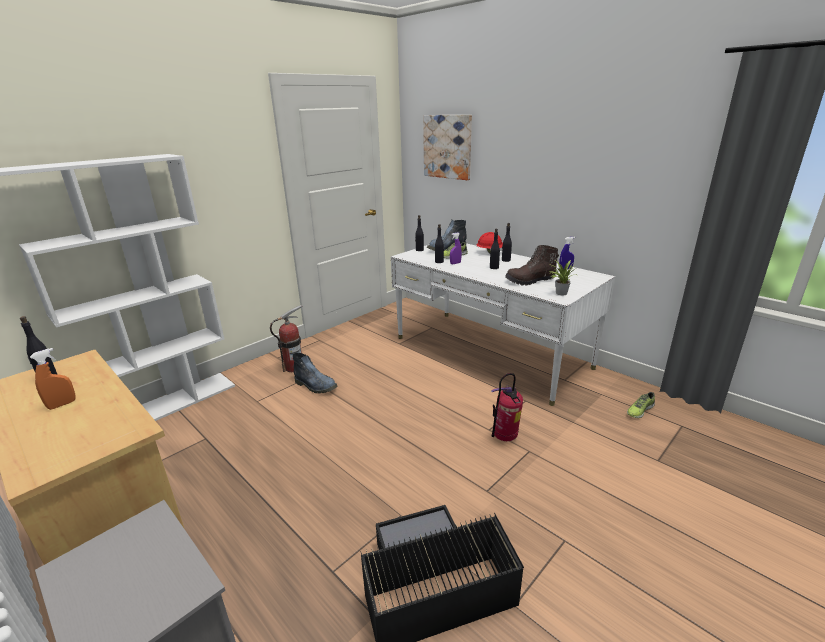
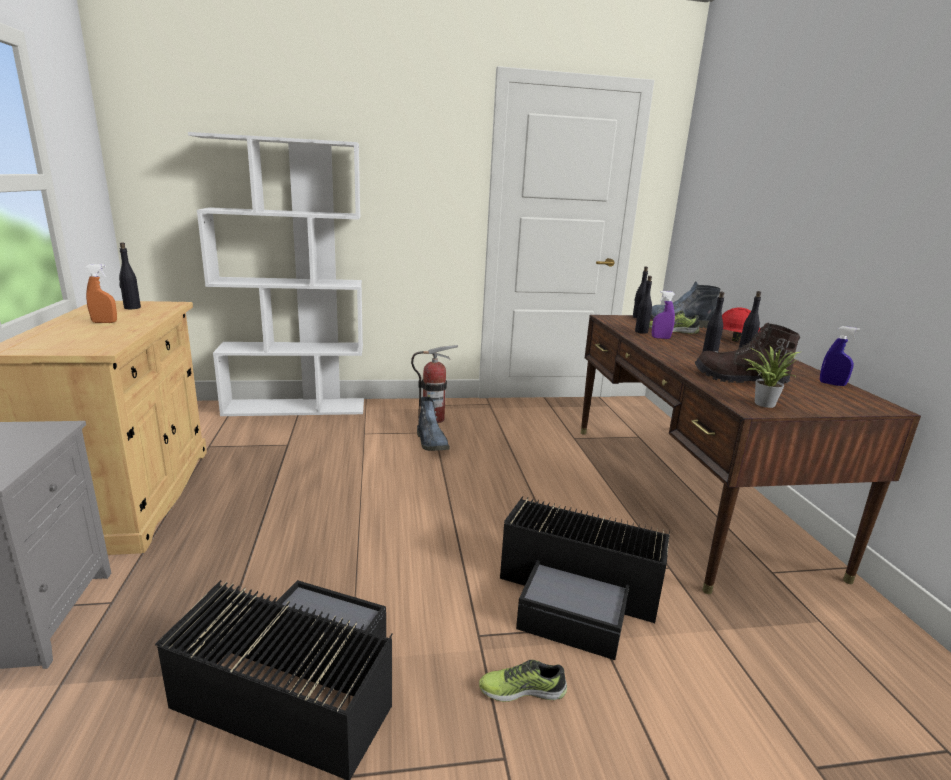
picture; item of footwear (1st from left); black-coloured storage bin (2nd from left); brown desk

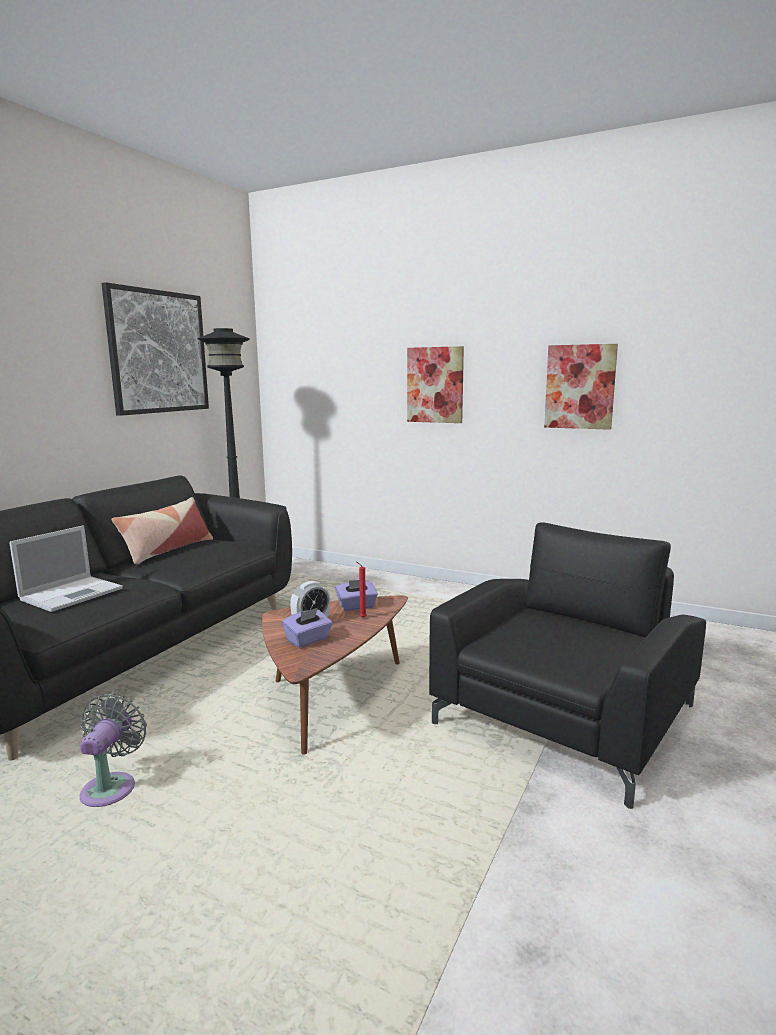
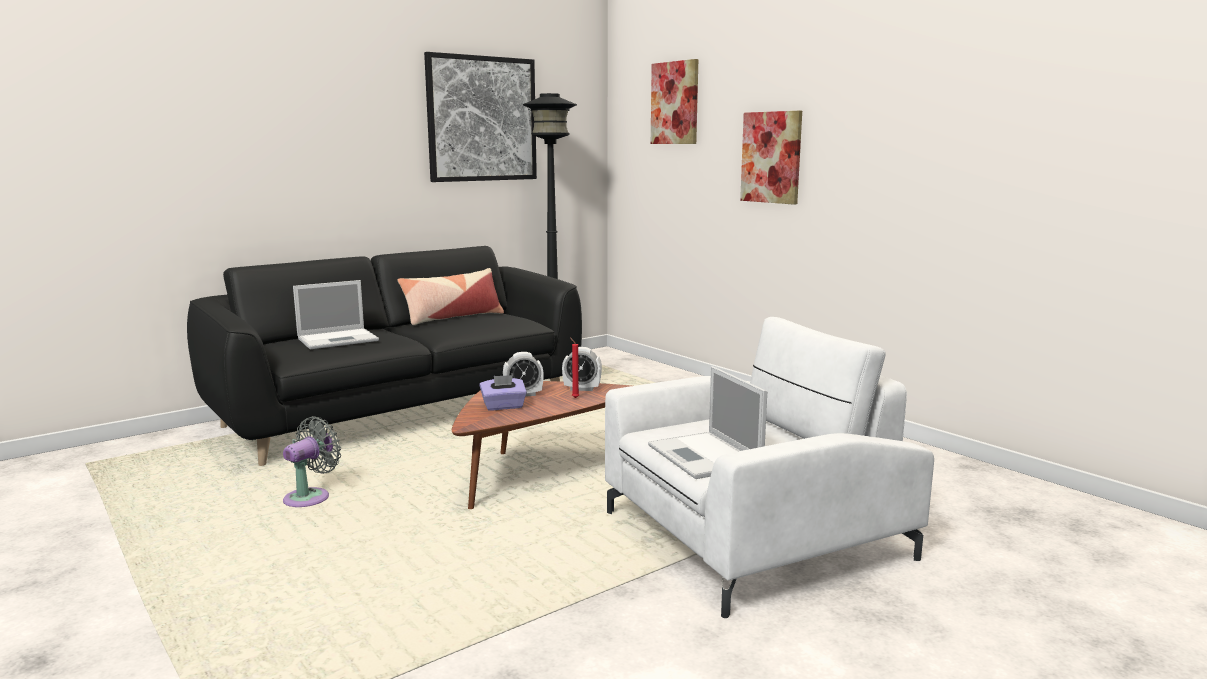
notebook computer (2nd from left); picture (2nd from left); table clock (2nd from left); white armchair

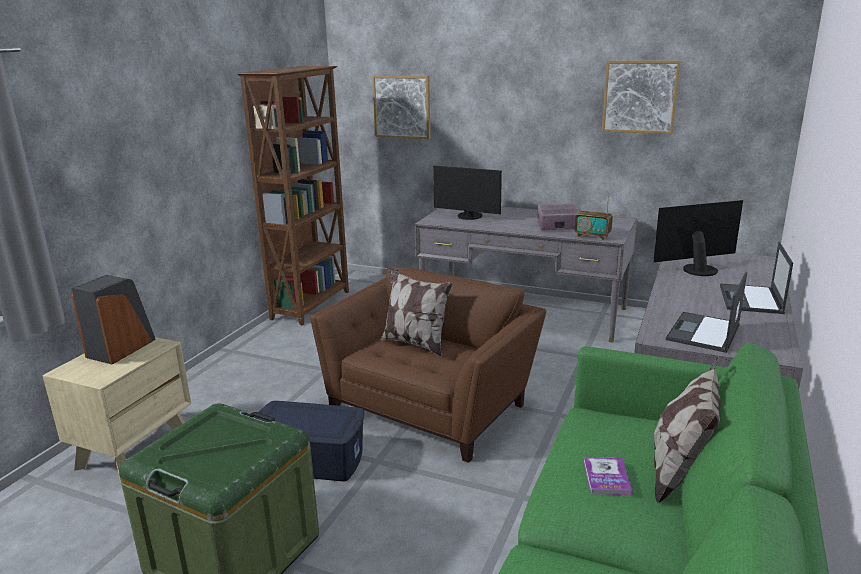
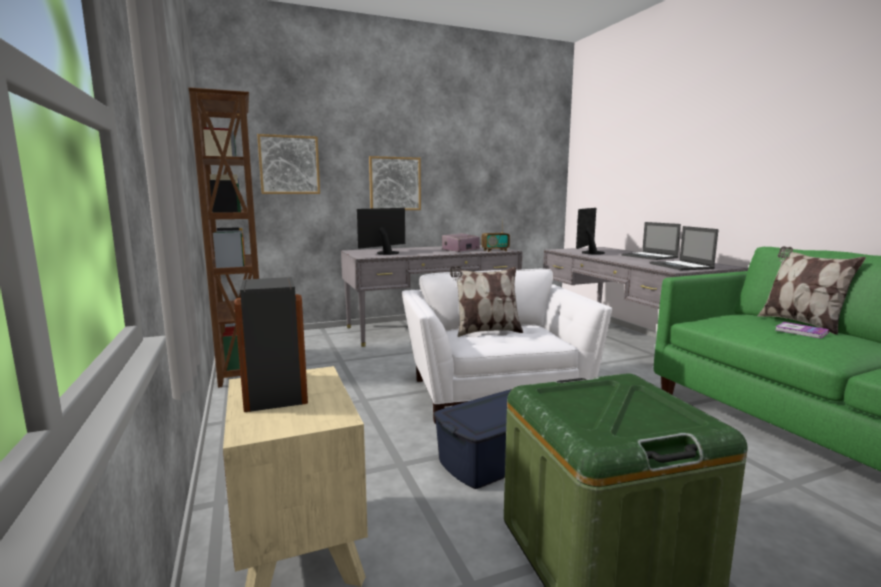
picture (2nd from left); white armchair; computer display (1st from left)

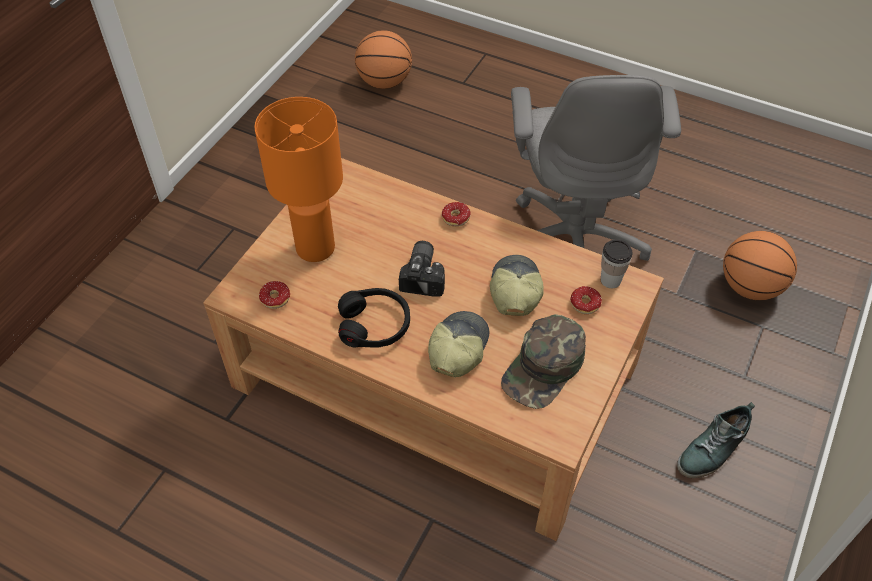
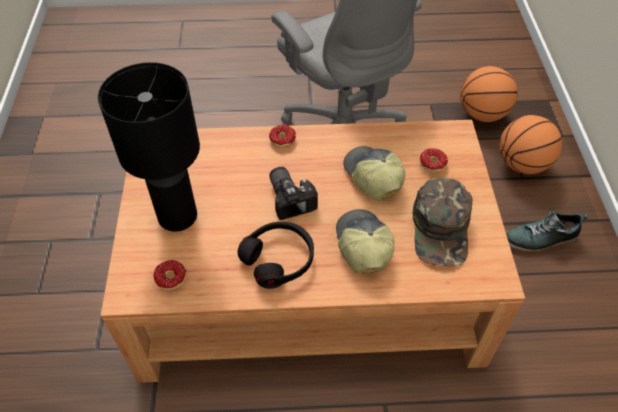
cup; basketball ball (2nd from left); black-coloured table lamp; item of footwear

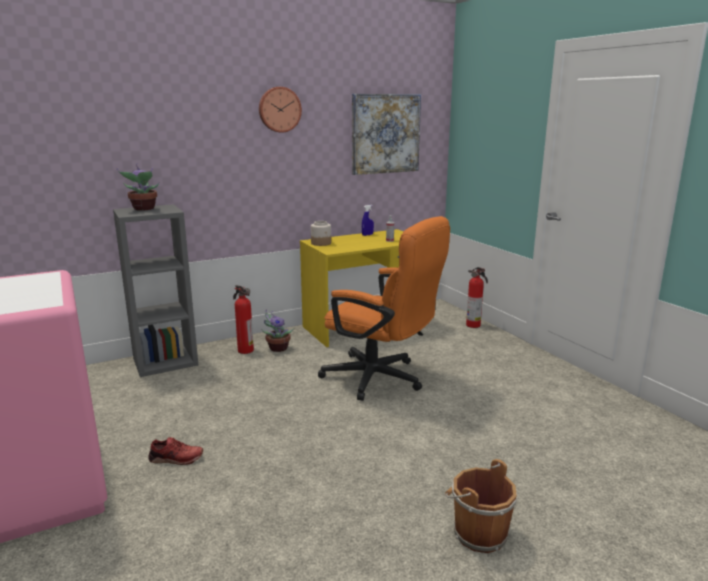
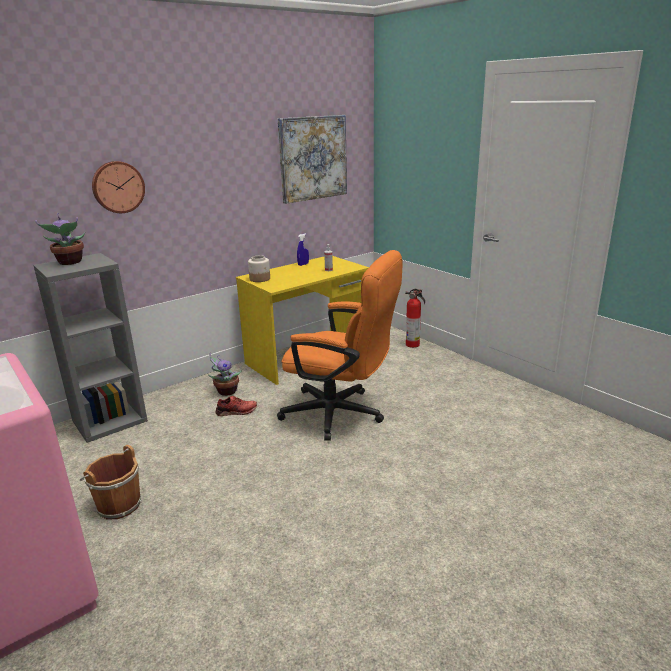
extinguisher (1st from left in the first image); red-coloured item of footwear; clock on the wall; brown water bucket

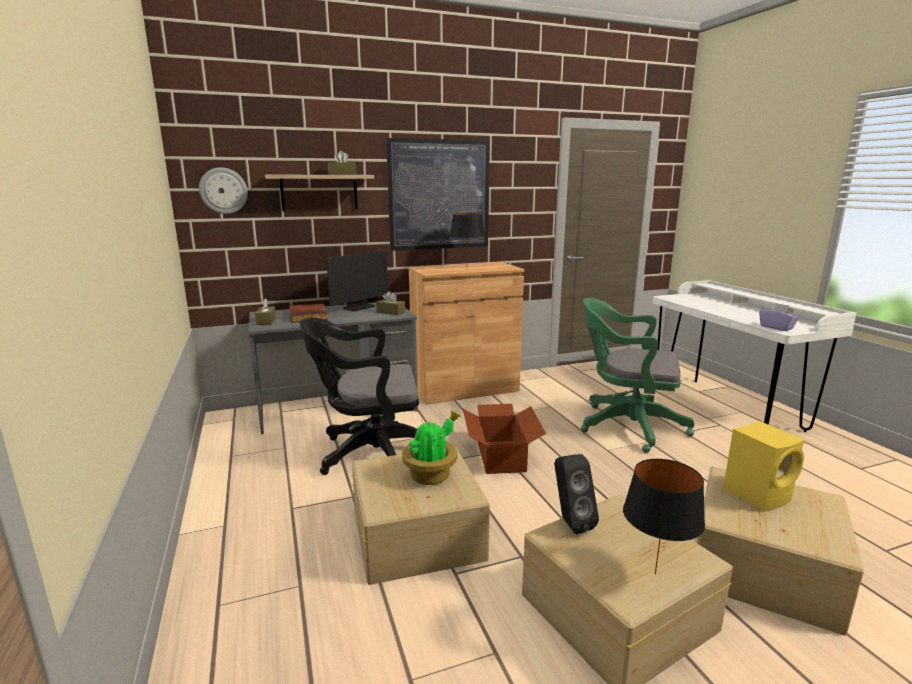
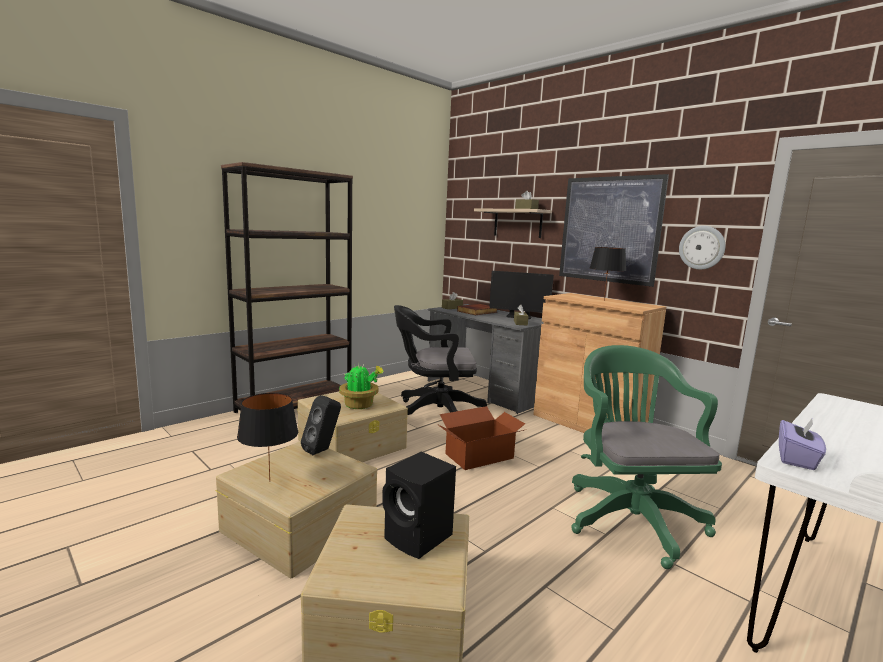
brown shelving unit; clock on the wall; black-coloured audio speaker (2nd from left); black-coloured computer chair

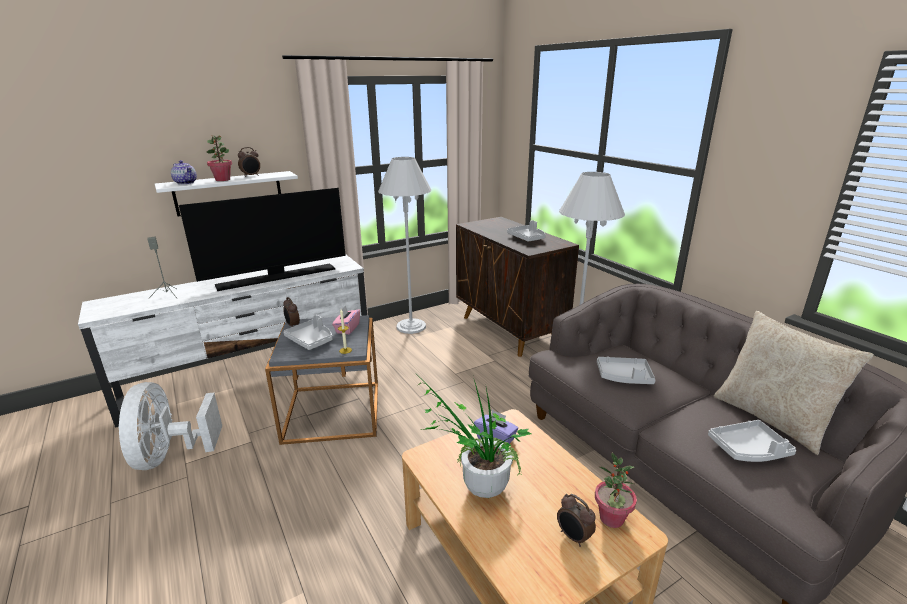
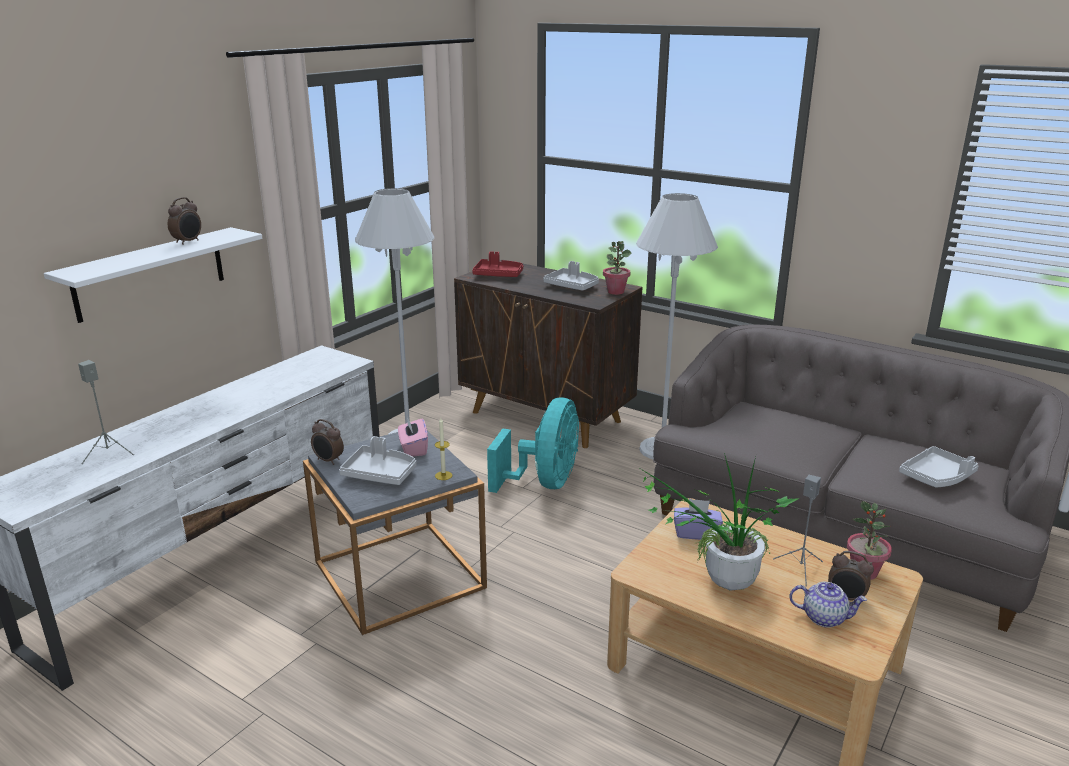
white cooling fan; TV; grey carrying tray (3rd from left in the first image); beige throw pillow; red-coloured carrying tray; blue-green cooling fan; grey audio speaker (2nd from left); pot for tea; houseplant (1st from left)

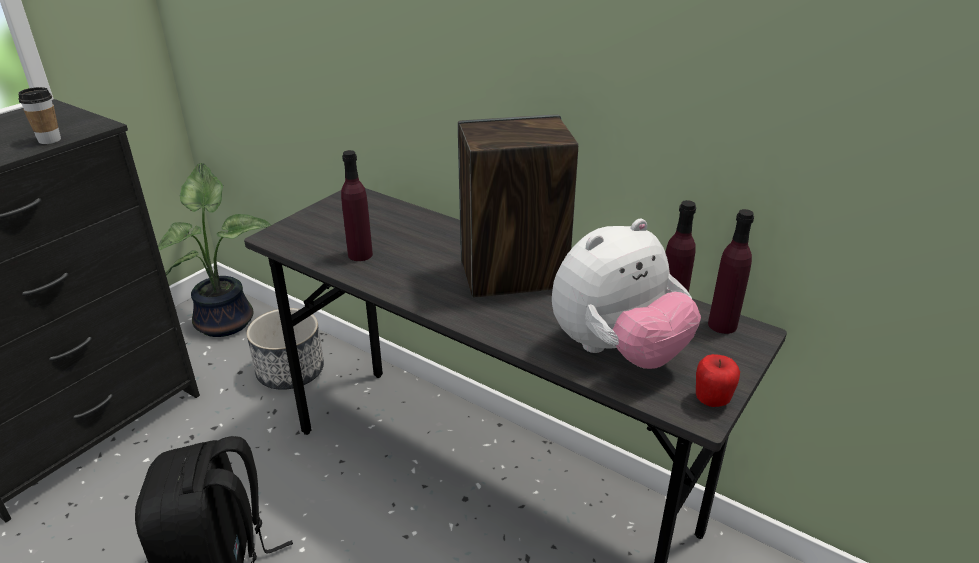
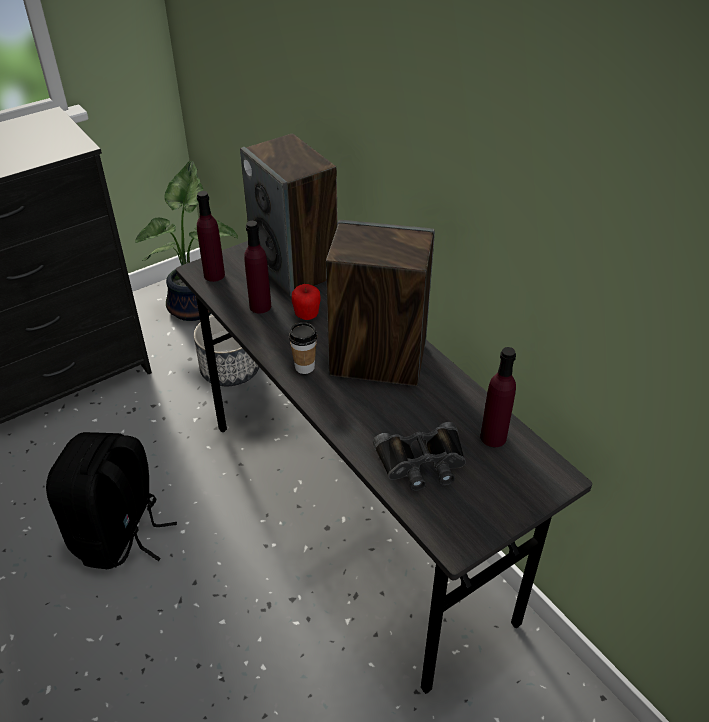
audio speaker (1st from left); cup; whole apple; purple beverage bottle (1st from left); black-coloured field glasses

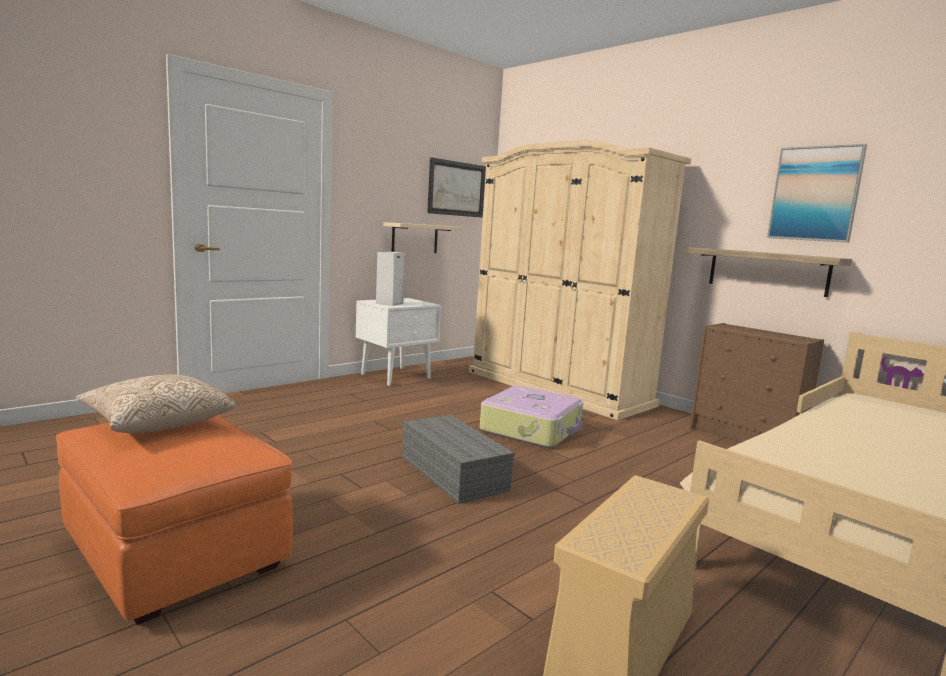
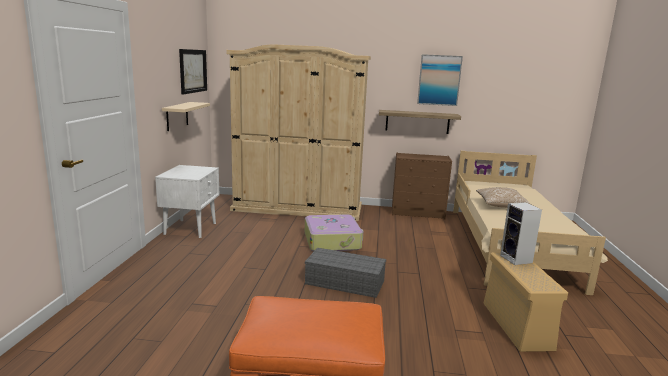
throw pillow; audio speaker

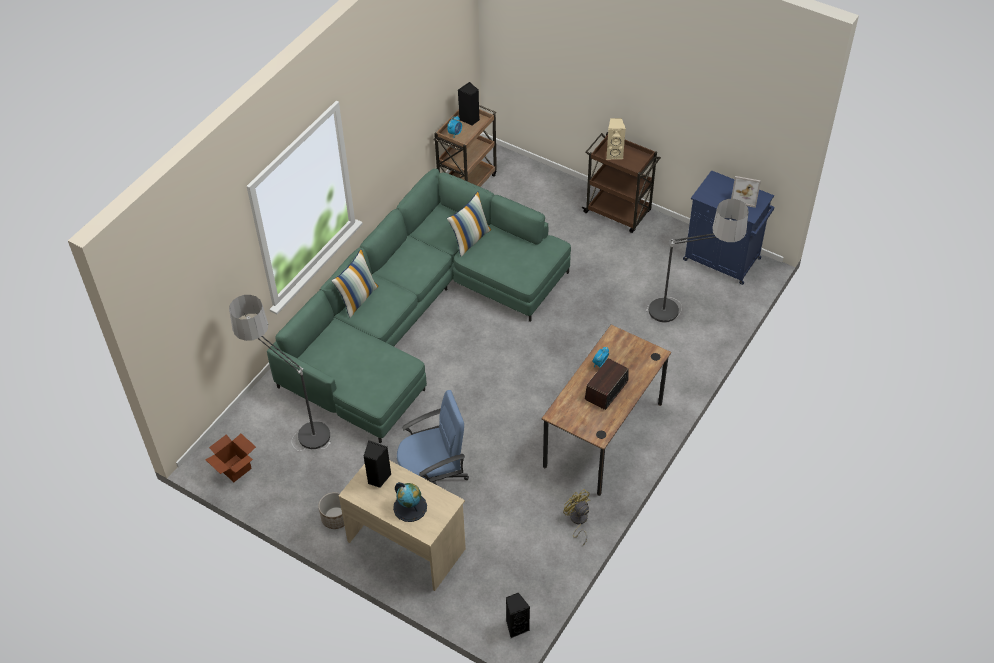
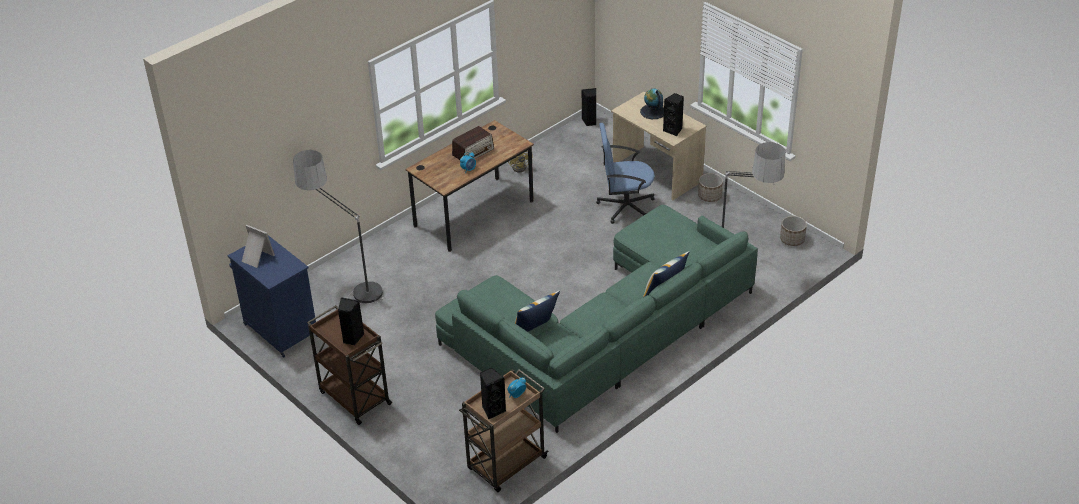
plant pot (2nd from left); black-coloured audio speaker (1st from left)

